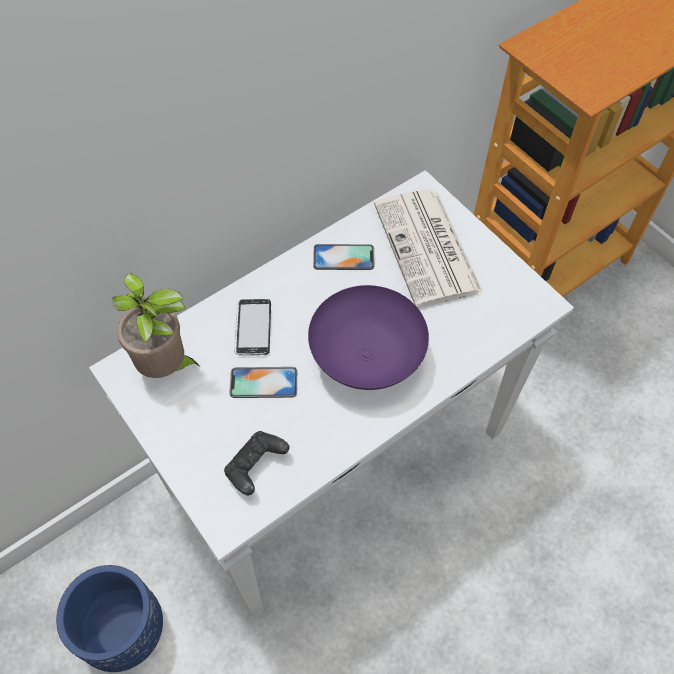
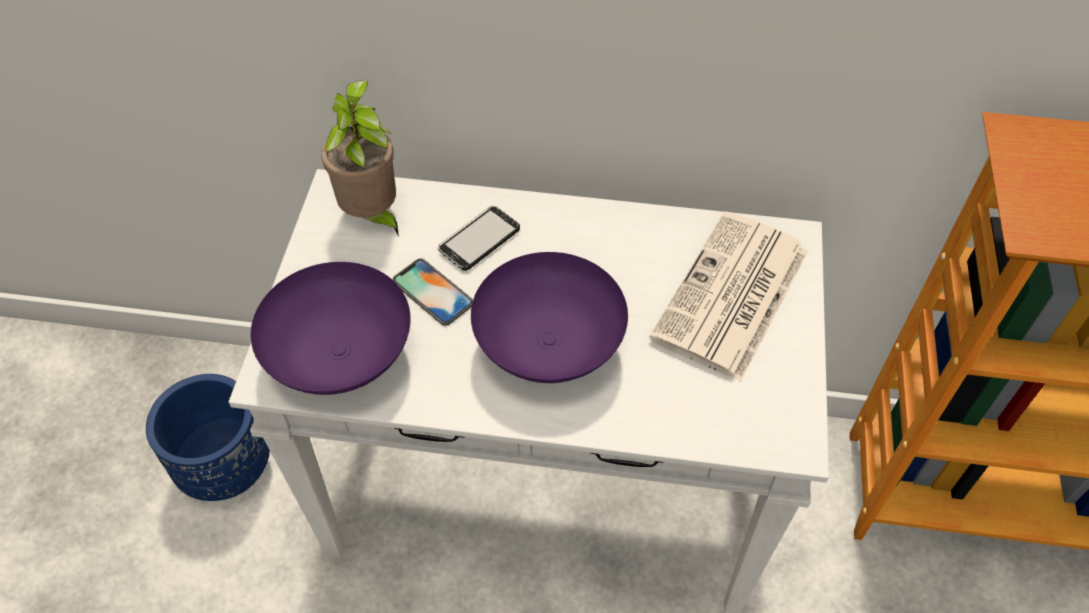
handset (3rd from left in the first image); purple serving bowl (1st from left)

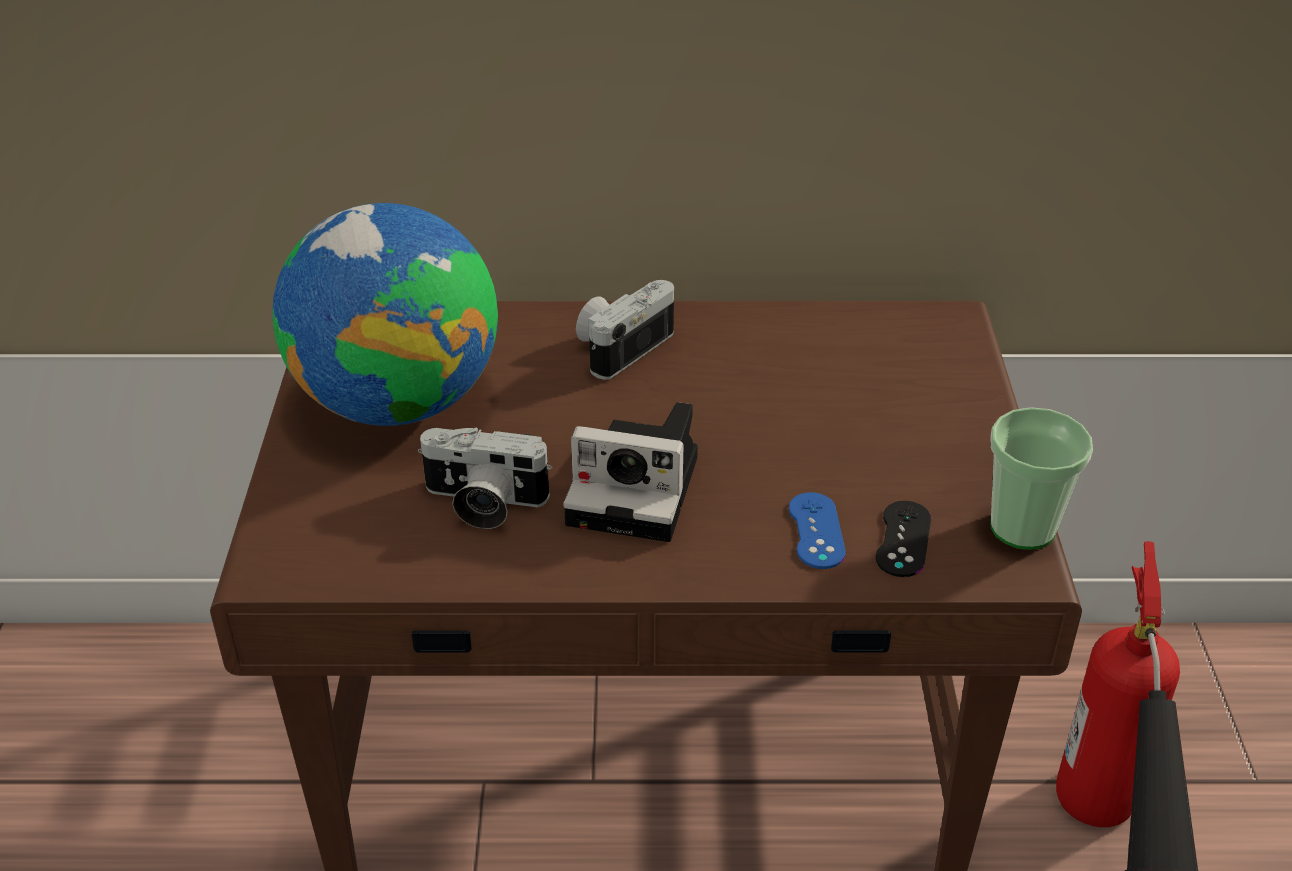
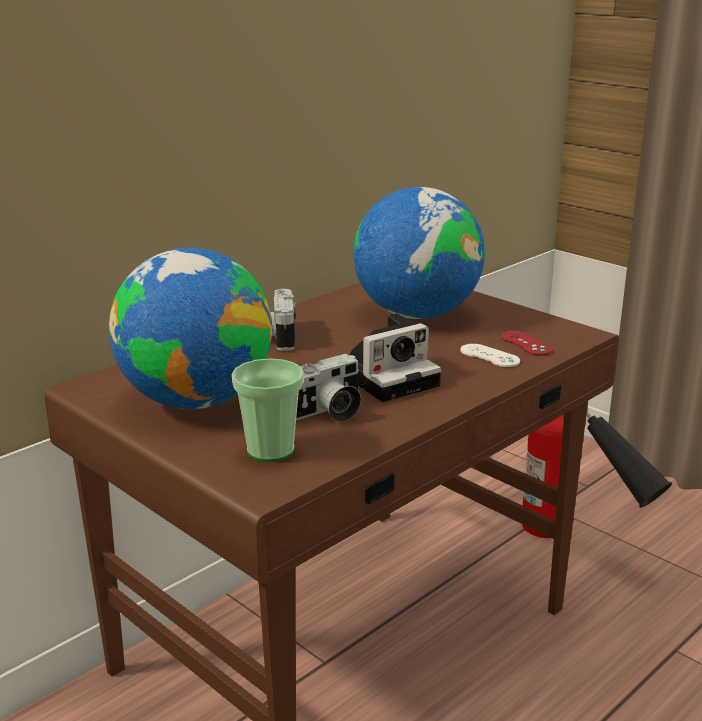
desk globe (2nd from left); cup; white gamepad; red-coloured gamepad

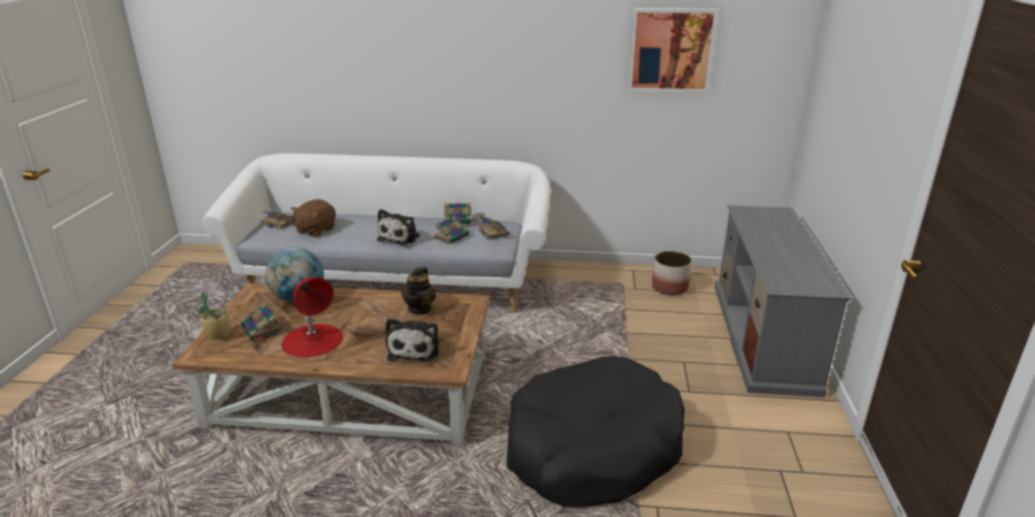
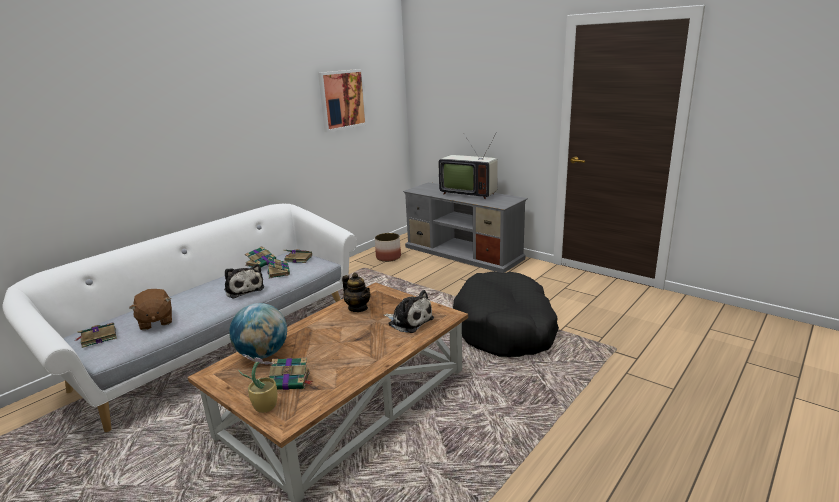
red-coloured table lamp; TV

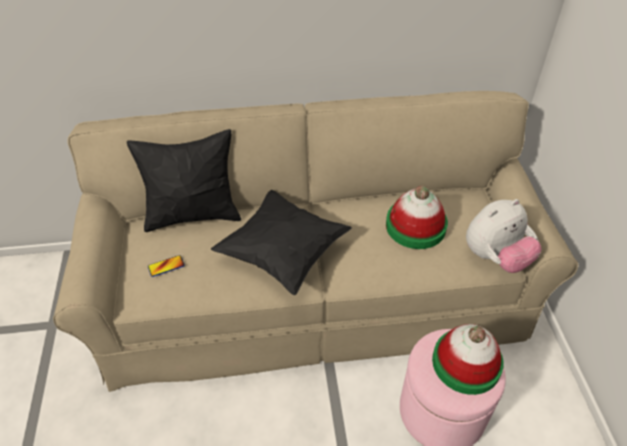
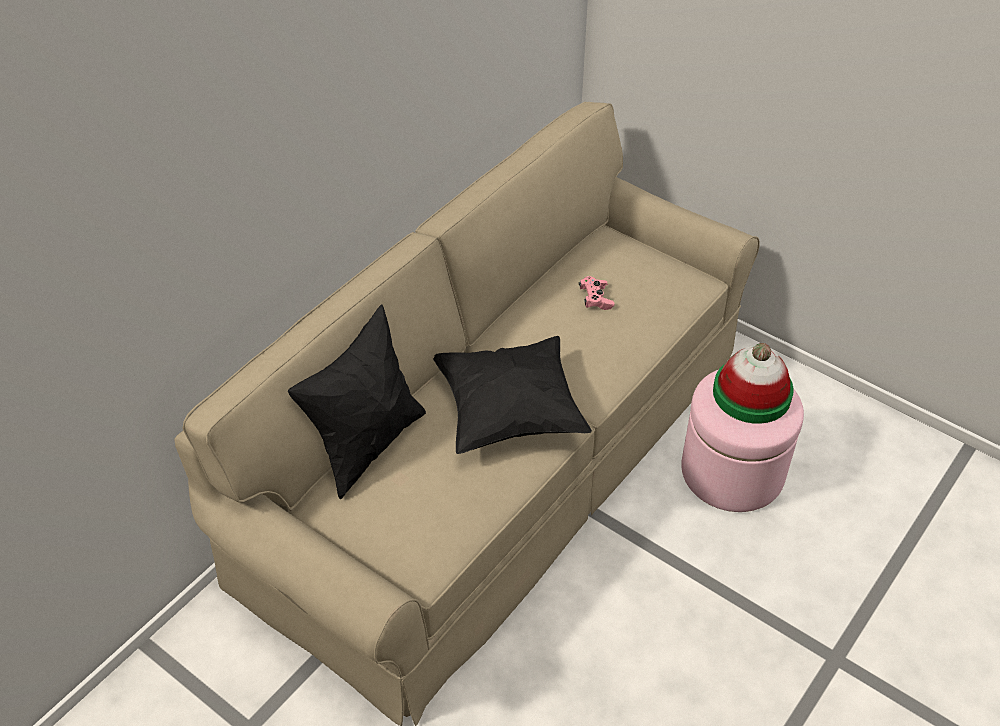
handset; plush toy; pinkish gamepad

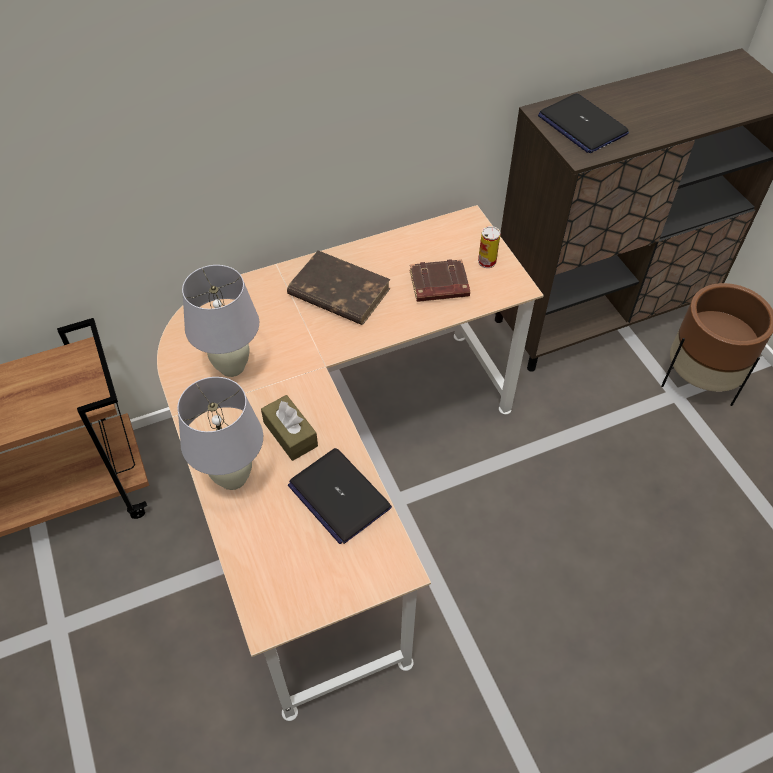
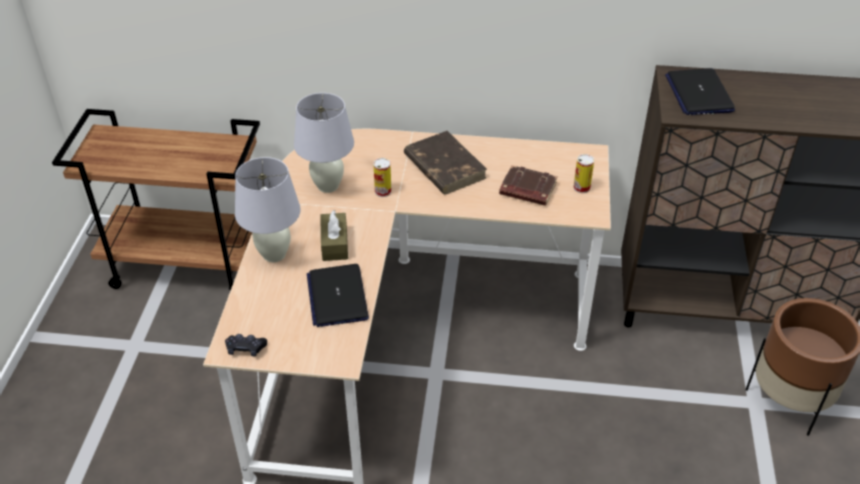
black-coloured gamepad; metal can (1st from left)

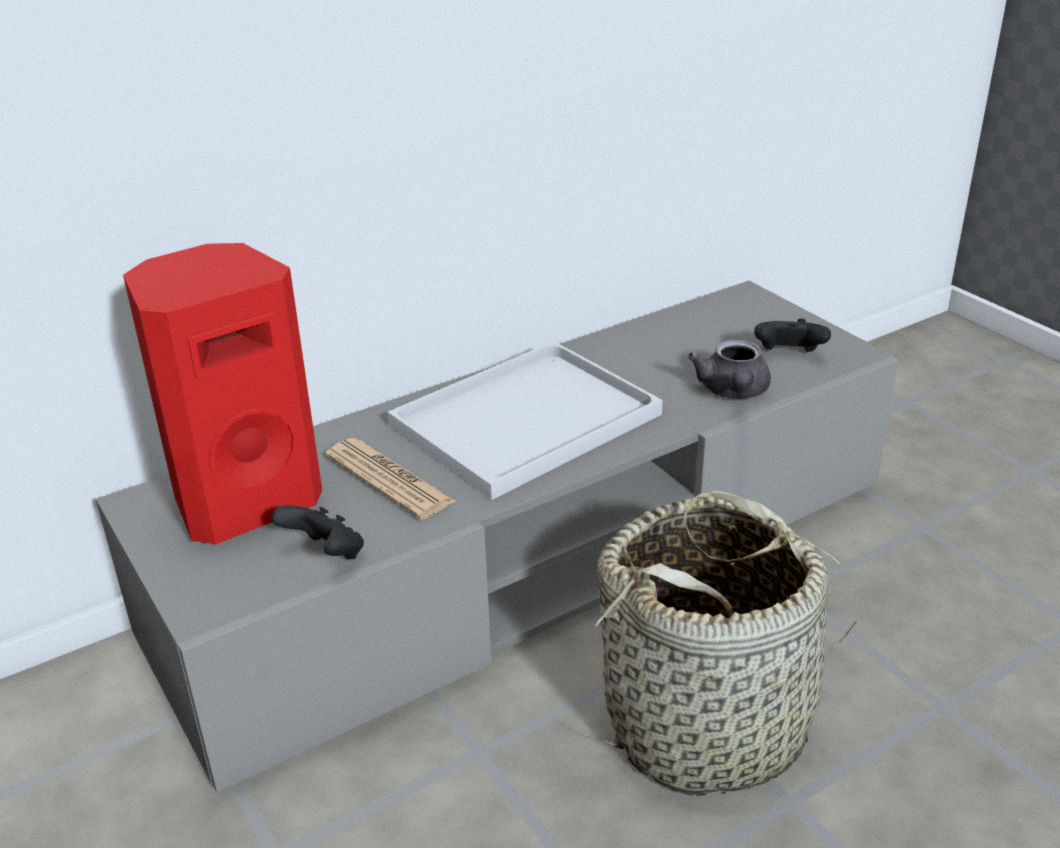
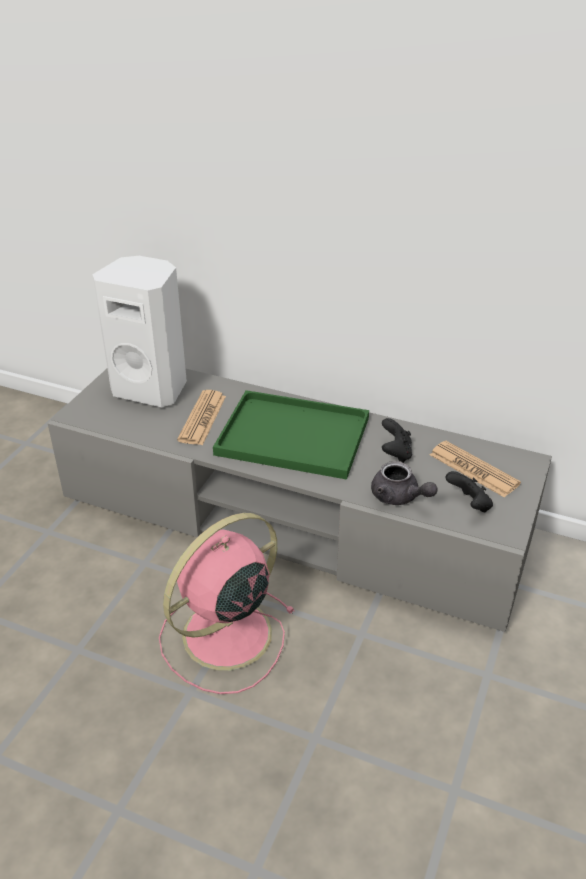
printed paper (2nd from left); black-coloured gamepad (1st from left); pinkish cooling fan; white audio speaker; green carrying tray; grey pot for tea

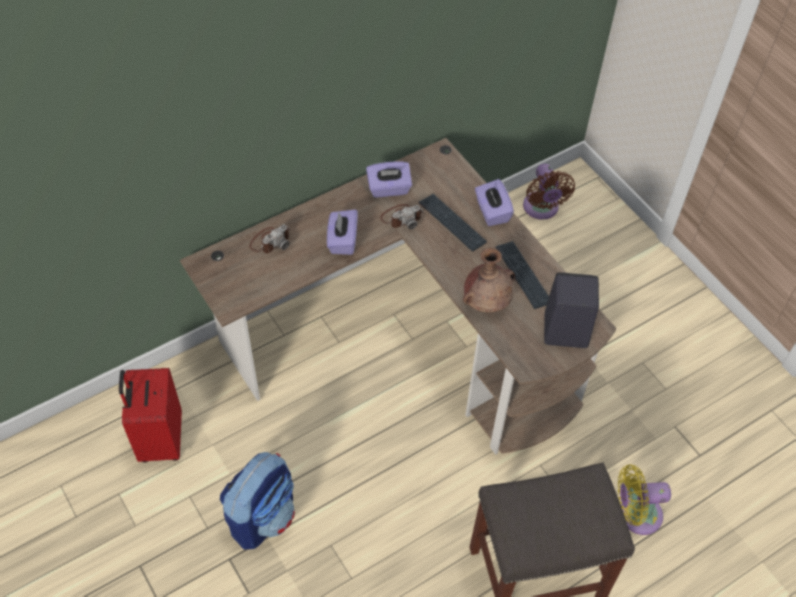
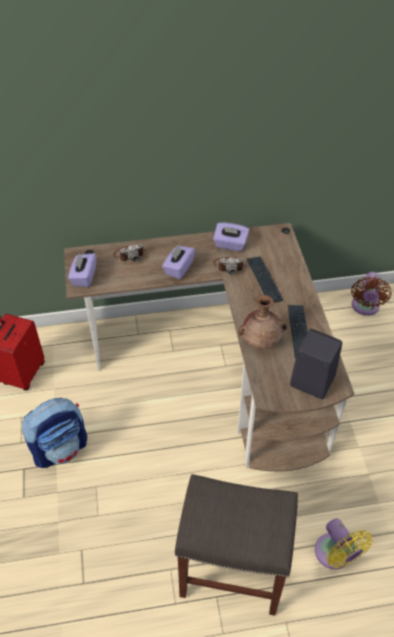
purple tissue box (1st from left); yellow cooling fan

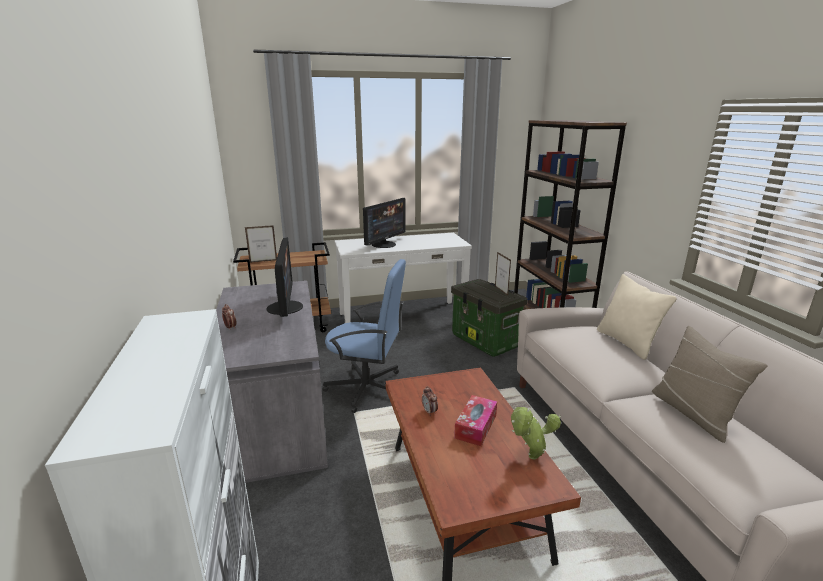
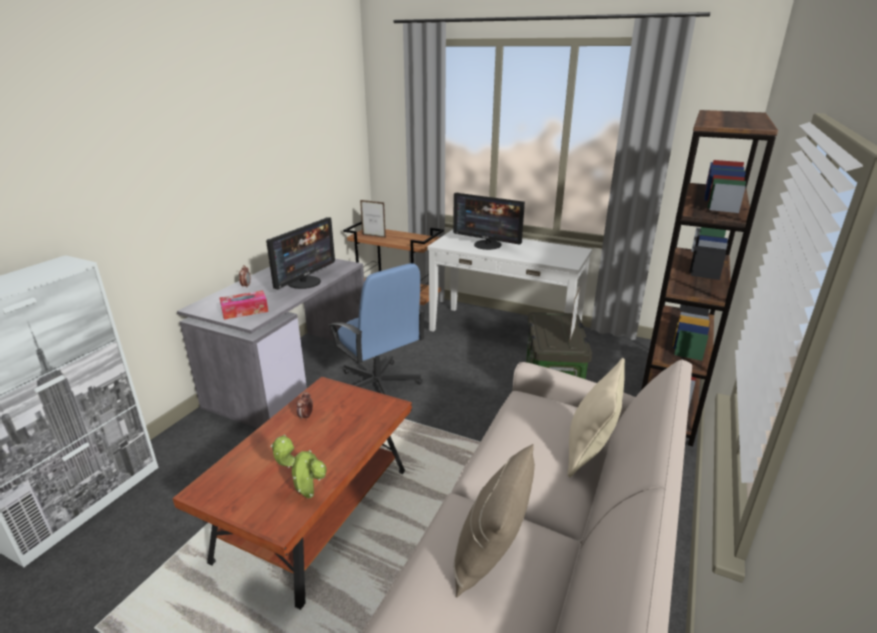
tissue box; computer display (2nd from left)

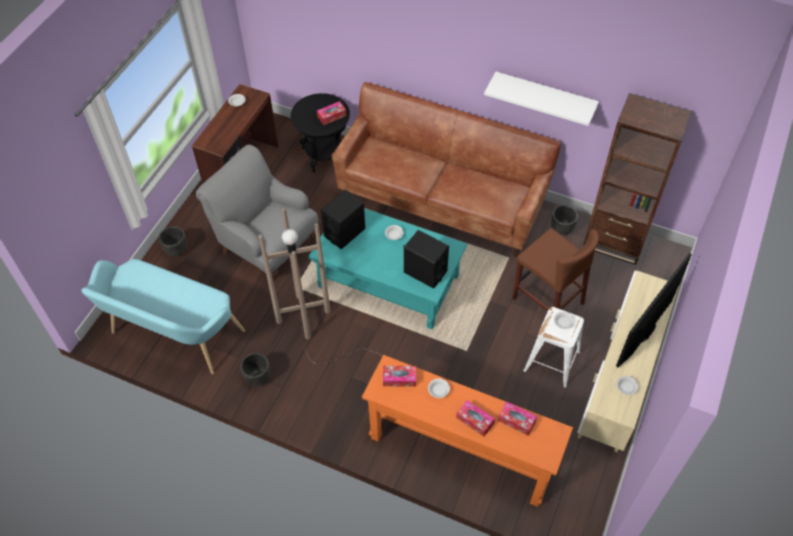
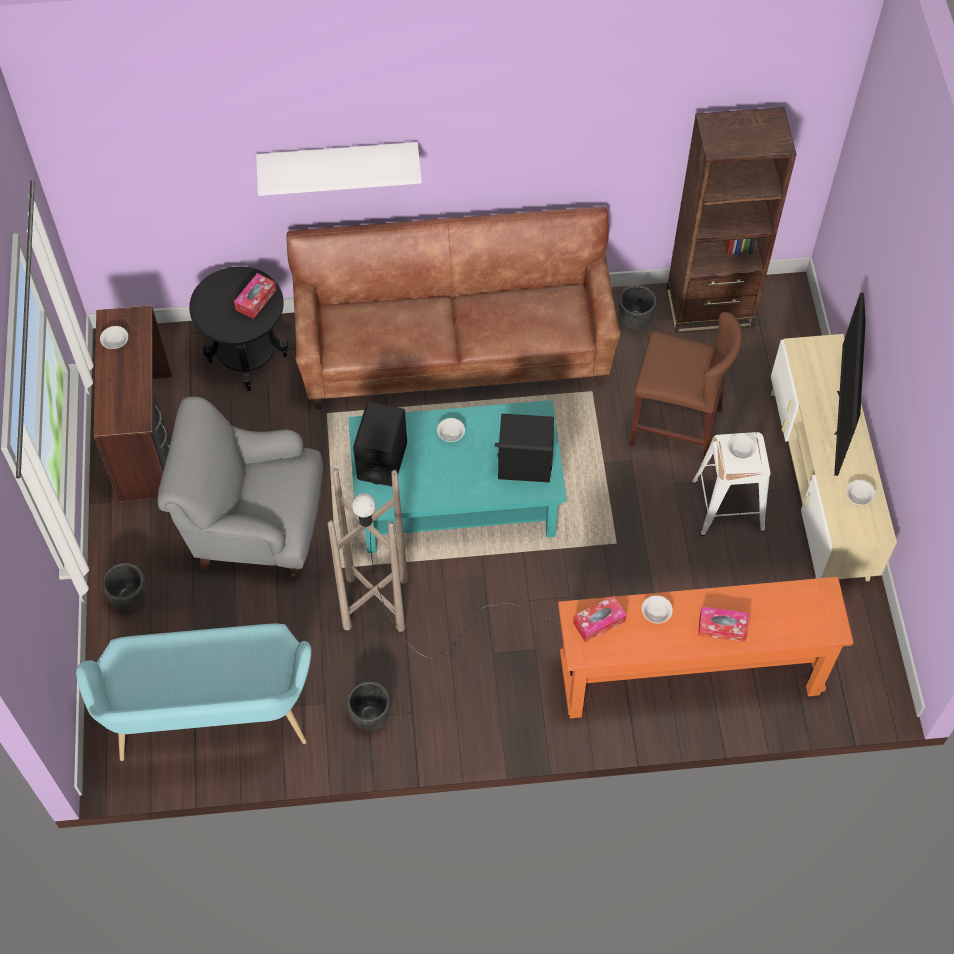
tissue box (4th from left in the first image); white bracket shelf

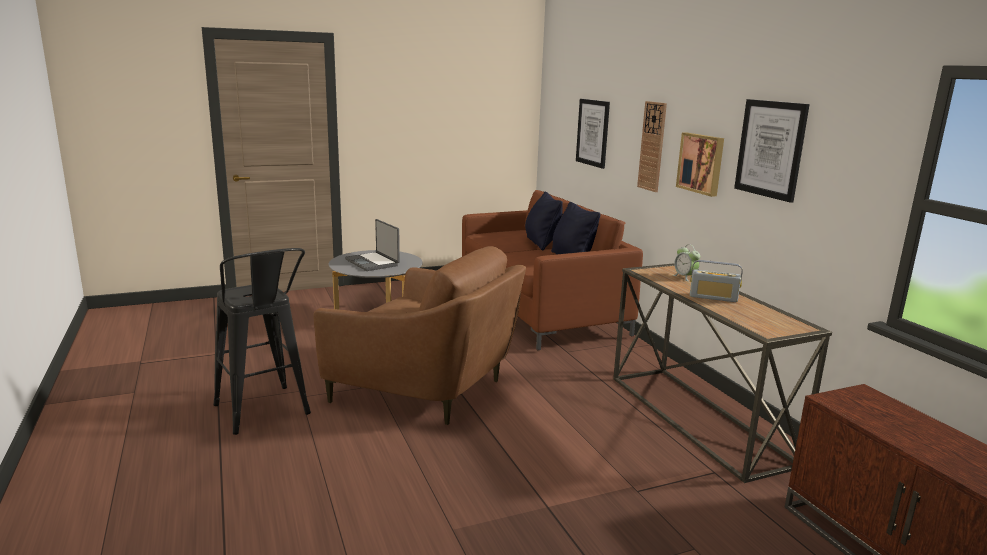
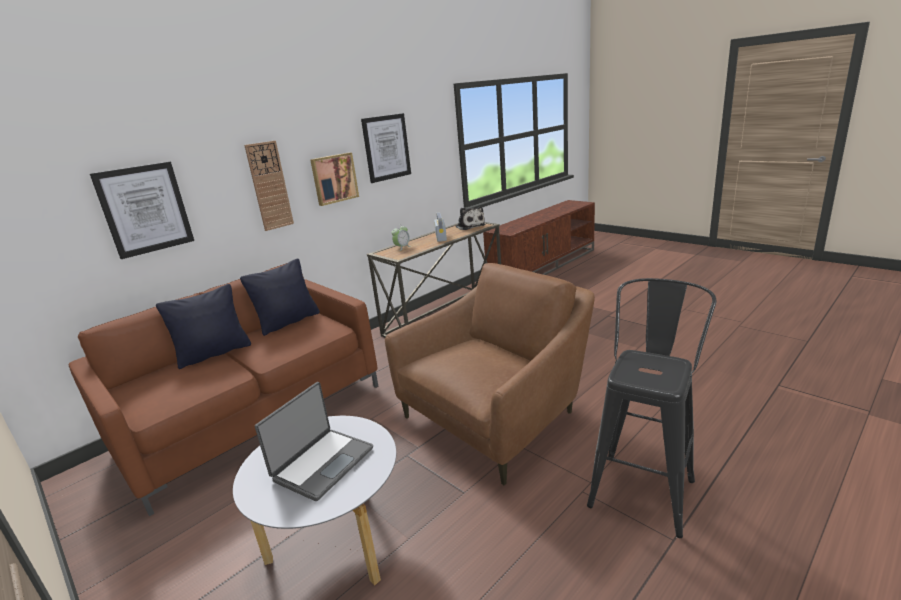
plush toy; brown armchair

